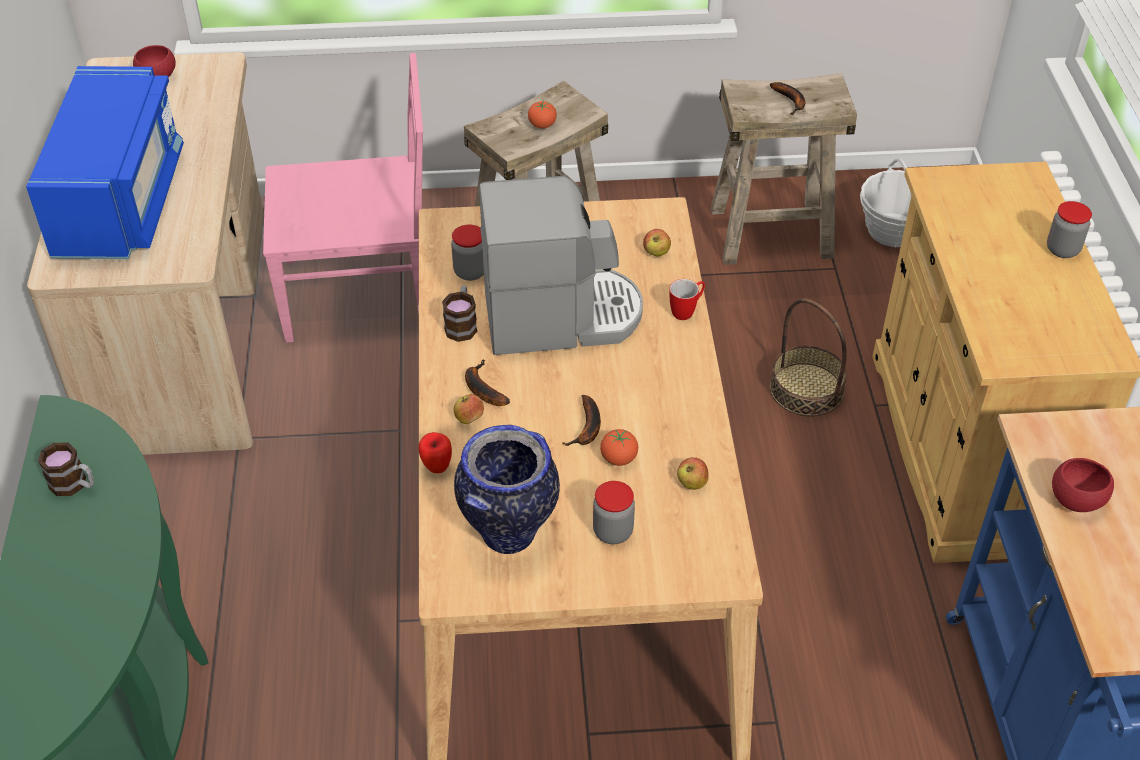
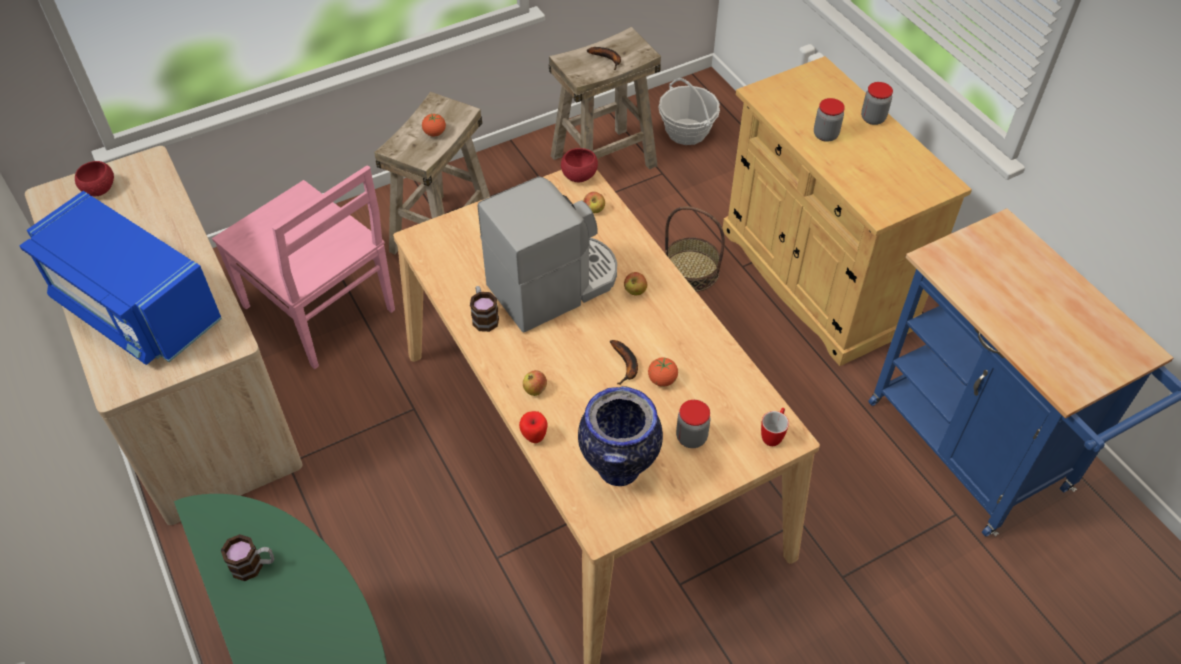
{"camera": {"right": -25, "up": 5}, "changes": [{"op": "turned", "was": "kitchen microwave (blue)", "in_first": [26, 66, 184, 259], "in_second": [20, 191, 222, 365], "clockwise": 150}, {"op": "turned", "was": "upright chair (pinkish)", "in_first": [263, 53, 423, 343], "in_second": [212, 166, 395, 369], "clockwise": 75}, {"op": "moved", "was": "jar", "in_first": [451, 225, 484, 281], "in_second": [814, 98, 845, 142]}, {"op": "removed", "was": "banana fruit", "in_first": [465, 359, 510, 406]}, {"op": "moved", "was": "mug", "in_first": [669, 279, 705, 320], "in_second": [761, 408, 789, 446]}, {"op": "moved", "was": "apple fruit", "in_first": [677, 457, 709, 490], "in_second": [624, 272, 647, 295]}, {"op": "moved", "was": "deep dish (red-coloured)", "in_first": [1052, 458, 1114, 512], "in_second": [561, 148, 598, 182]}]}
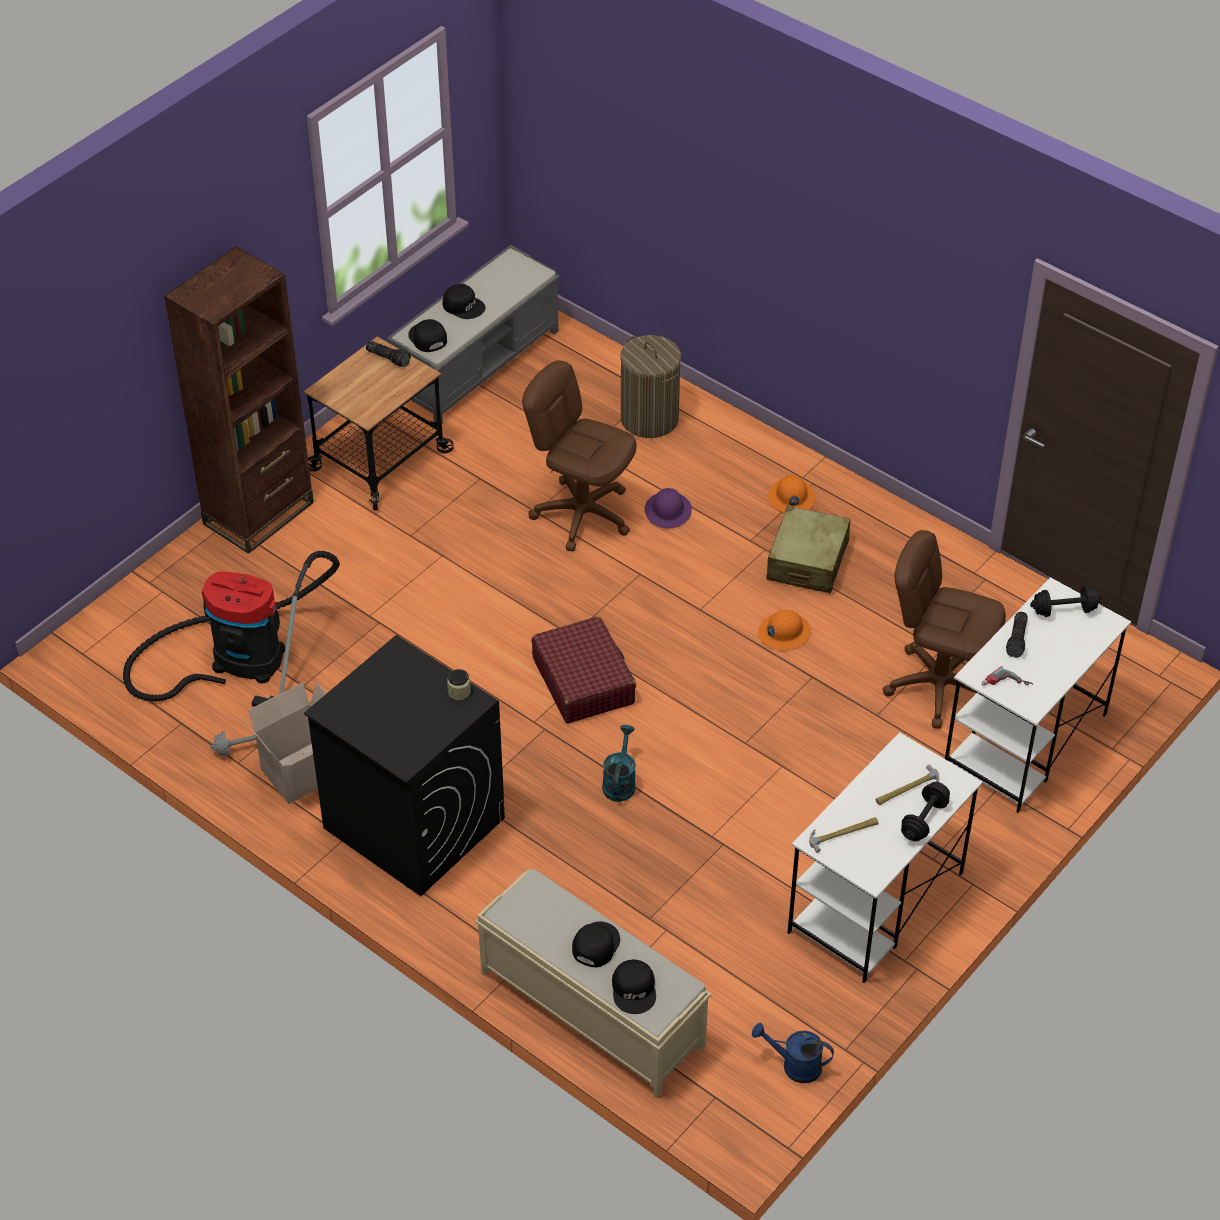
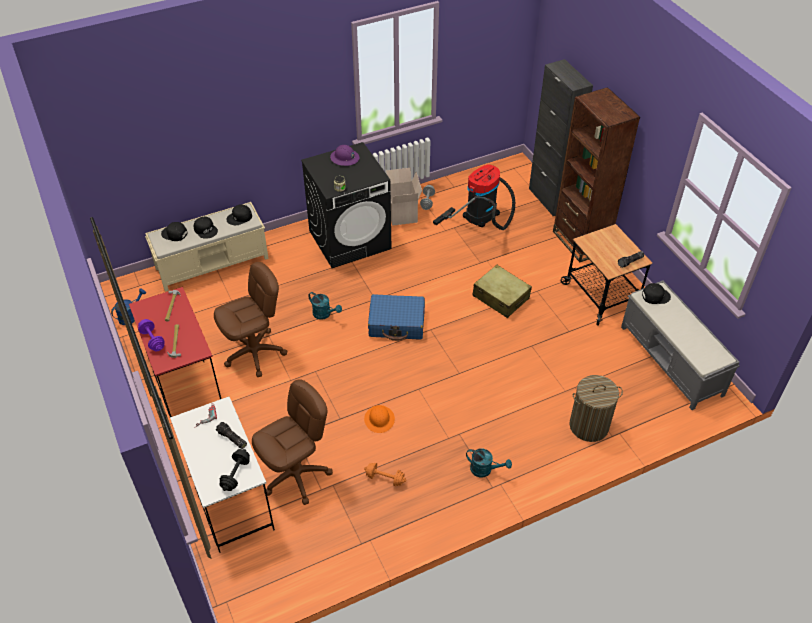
{"camera": {"right": 115, "up": 0}, "changes": [{"op": "moved", "was": "baseball cap (blackish)", "in_first": [443, 284, 486, 319], "in_second": [226, 204, 252, 225]}, {"op": "moved", "was": "desk chair (brown-coloured)", "in_first": [522, 361, 637, 551], "in_second": [214, 262, 287, 377]}, {"op": "recoloured", "was": "suitcase (red-coloured)", "now": "suitcase (blue)", "in_first": [531, 616, 636, 724], "in_second": [368, 294, 425, 341]}, {"op": "moved", "was": "safety helmet (purple)", "in_first": [645, 488, 692, 528], "in_second": [330, 145, 359, 166]}, {"op": "moved", "was": "suitcase (beige-coloured)", "in_first": [767, 506, 850, 593], "in_second": [472, 265, 532, 318]}, {"op": "replaced", "was": "safety helmet (orange)", "now": "watering pot (blue-green)", "in_first": [768, 475, 815, 513], "in_second": [466, 449, 512, 477]}, {"op": "recoloured", "was": "desk unit (white)", "now": "desk unit (red-coloured)", "in_first": [788, 732, 982, 983], "in_second": [129, 287, 221, 417]}, {"op": "recoloured", "was": "dumbbell (blackish)", "now": "dumbbell (purple)", "in_first": [901, 782, 950, 842], "in_second": [138, 319, 164, 351]}, {"op": "added", "now": "dumbbell (orange)", "in_second": [364, 463, 406, 486]}, {"op": "added", "now": "cupboard (blackish)", "in_second": [529, 59, 593, 216]}]}
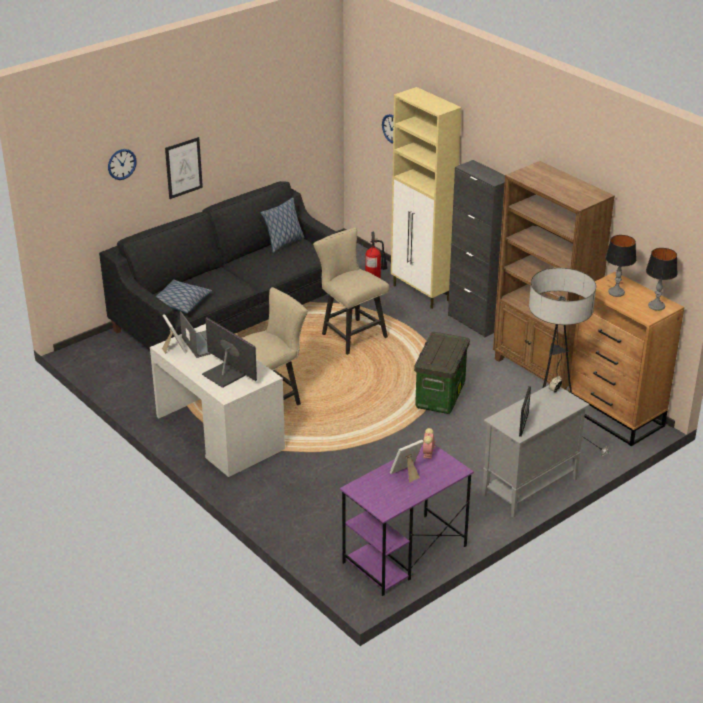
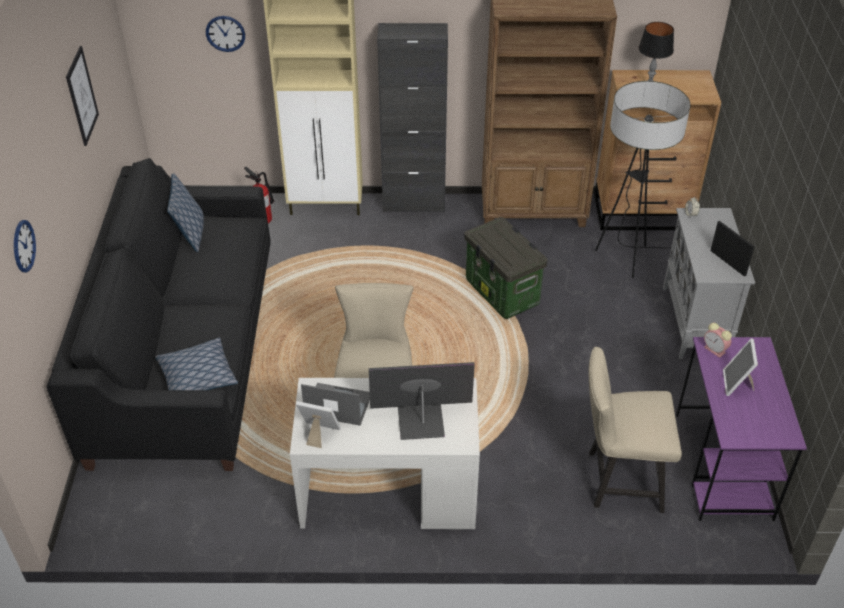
{"camera": {"right": -50, "up": 10}, "changes": [{"op": "moved", "was": "wall picture", "in_first": [165, 137, 203, 199], "in_second": [66, 46, 99, 146]}, {"op": "moved", "was": "upright chair (beige-coloured)", "in_first": [313, 227, 389, 355], "in_second": [588, 347, 682, 513]}, {"op": "removed", "was": "table lamp", "in_first": [646, 248, 678, 311]}]}
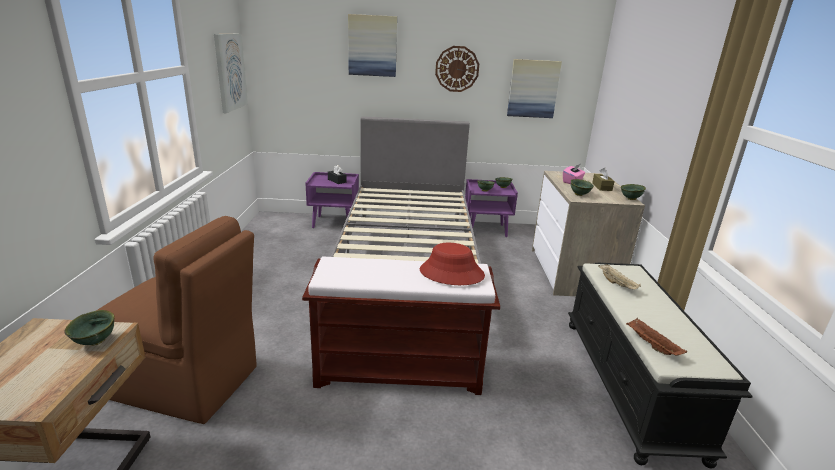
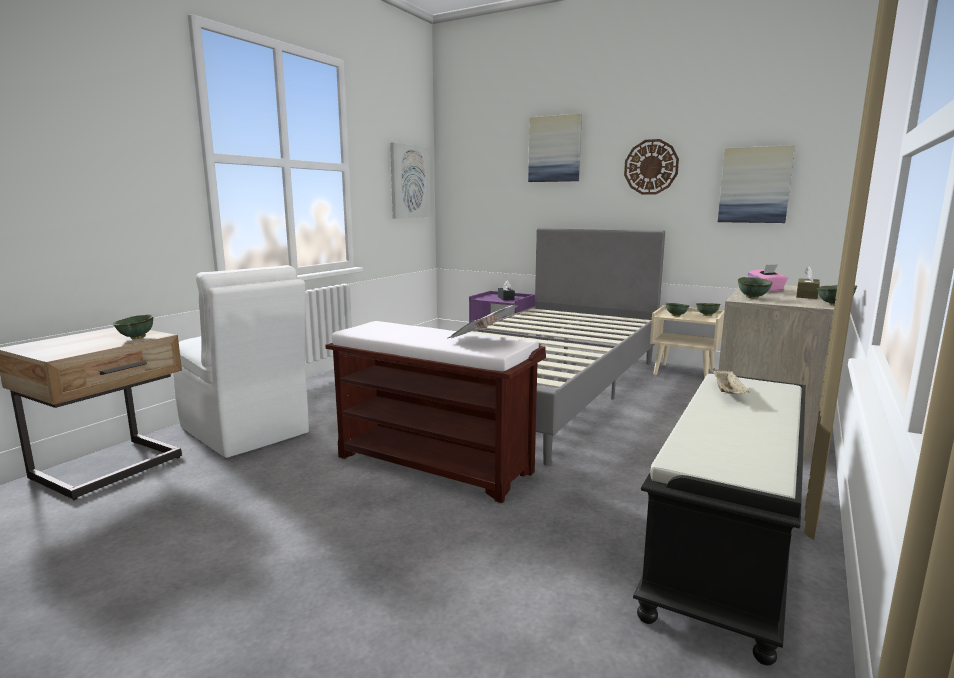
{"camera": {"right": 30, "up": -10}, "changes": [{"op": "recoloured", "was": "upright chair (brown-coloured)", "now": "upright chair (white)", "in_first": [96, 216, 257, 424], "in_second": [173, 265, 309, 458]}, {"op": "replaced", "was": "clothing hat (red-coloured)", "now": "daily paper", "in_first": [420, 243, 485, 285], "in_second": [447, 304, 517, 339]}, {"op": "recoloured", "was": "bedside table (purple)", "now": "bedside table (beige-coloured)", "in_first": [465, 179, 518, 237], "in_second": [650, 305, 725, 378]}, {"op": "removed", "was": "serving tray (brown-coloured)", "in_first": [626, 318, 687, 356]}]}
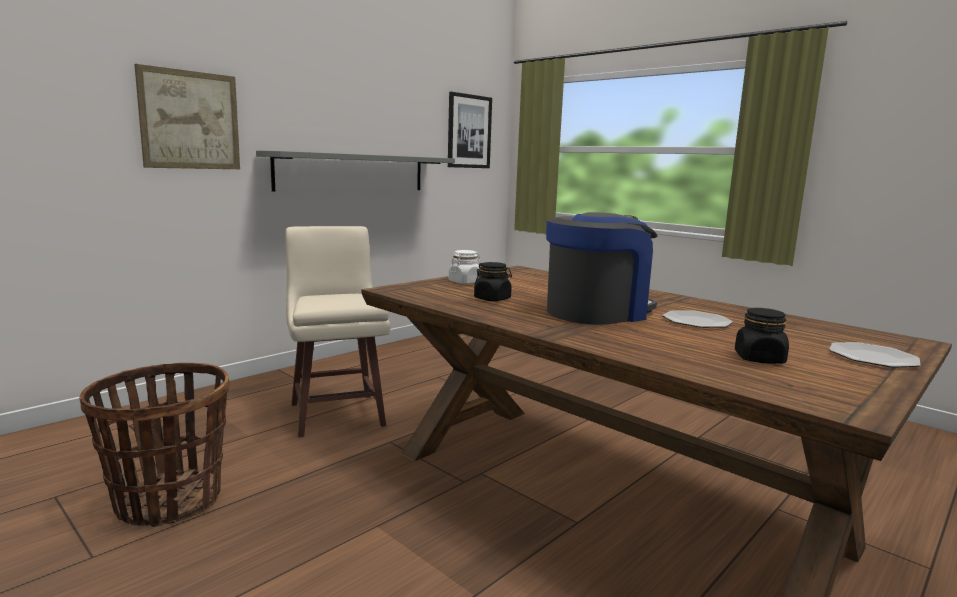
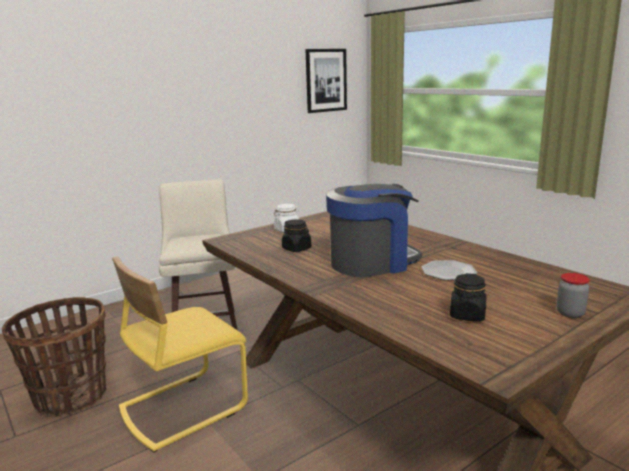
{"camera": {"right": 10, "up": 5}, "changes": [{"op": "removed", "was": "wall picture", "in_first": [134, 64, 240, 169]}, {"op": "removed", "was": "bracket shelf (greyish)", "in_first": [256, 150, 455, 192]}, {"op": "replaced", "was": "plate", "now": "jar", "in_first": [829, 342, 920, 368], "in_second": [556, 273, 590, 318]}, {"op": "added", "now": "upright chair (yellow-coloured)", "in_second": [112, 257, 248, 452]}]}
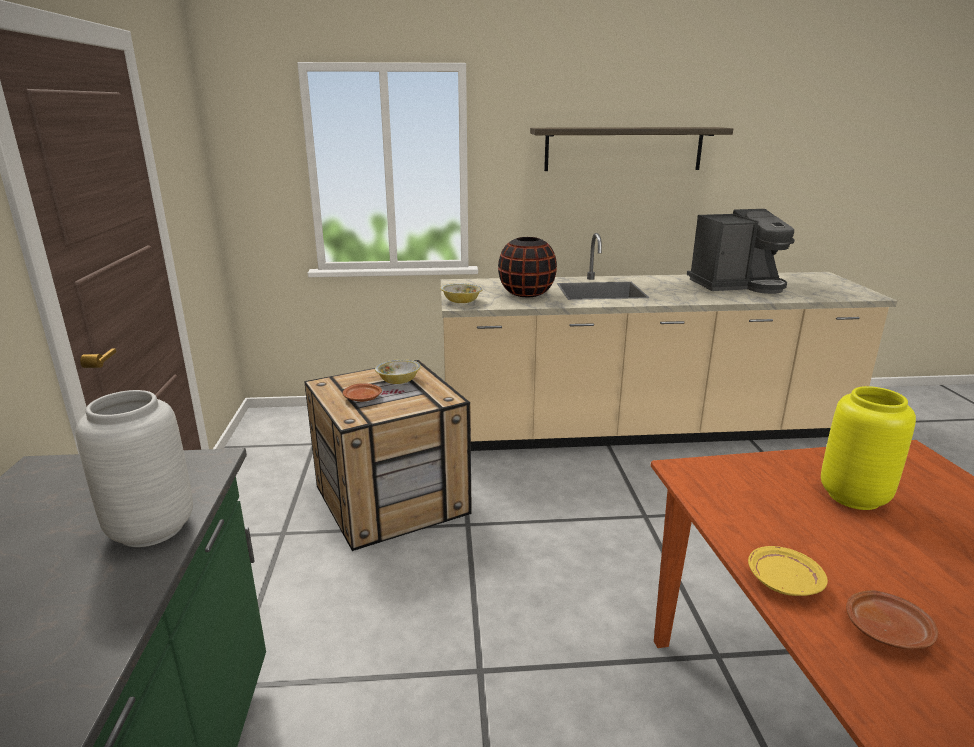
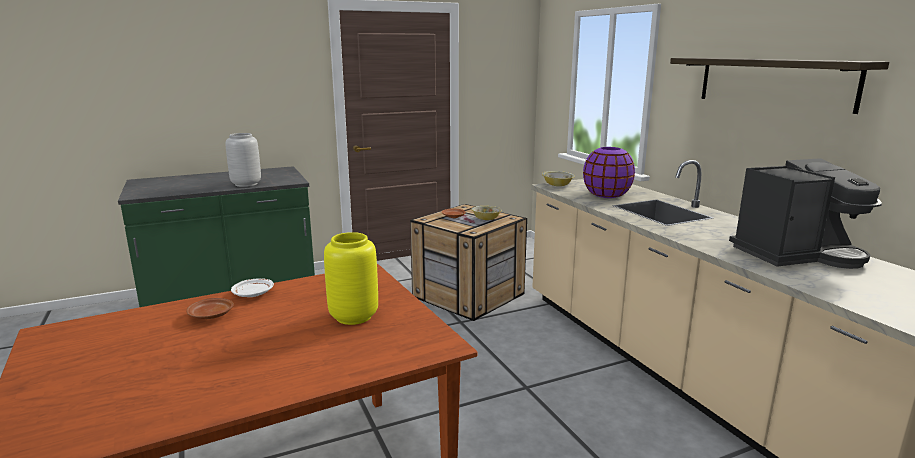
{"camera": {"right": 70, "up": -5}, "changes": [{"op": "recoloured", "was": "vase (blackish)", "now": "vase (purple)", "in_first": [498, 237, 557, 297], "in_second": [583, 147, 635, 198]}, {"op": "turned", "was": "coffee brewer", "in_first": [687, 209, 795, 294], "in_second": [729, 158, 882, 269], "clockwise": -75}, {"op": "recoloured", "was": "plate (yellow-coloured)", "now": "plate (white)", "in_first": [748, 546, 828, 596], "in_second": [231, 278, 274, 297]}]}
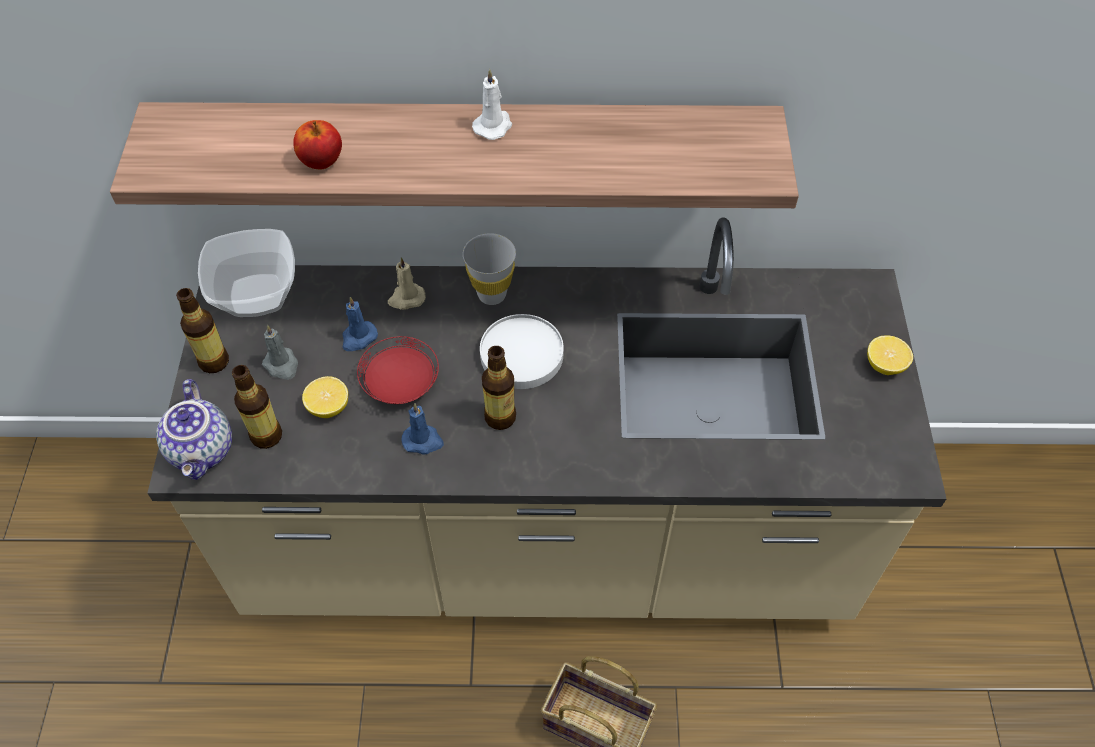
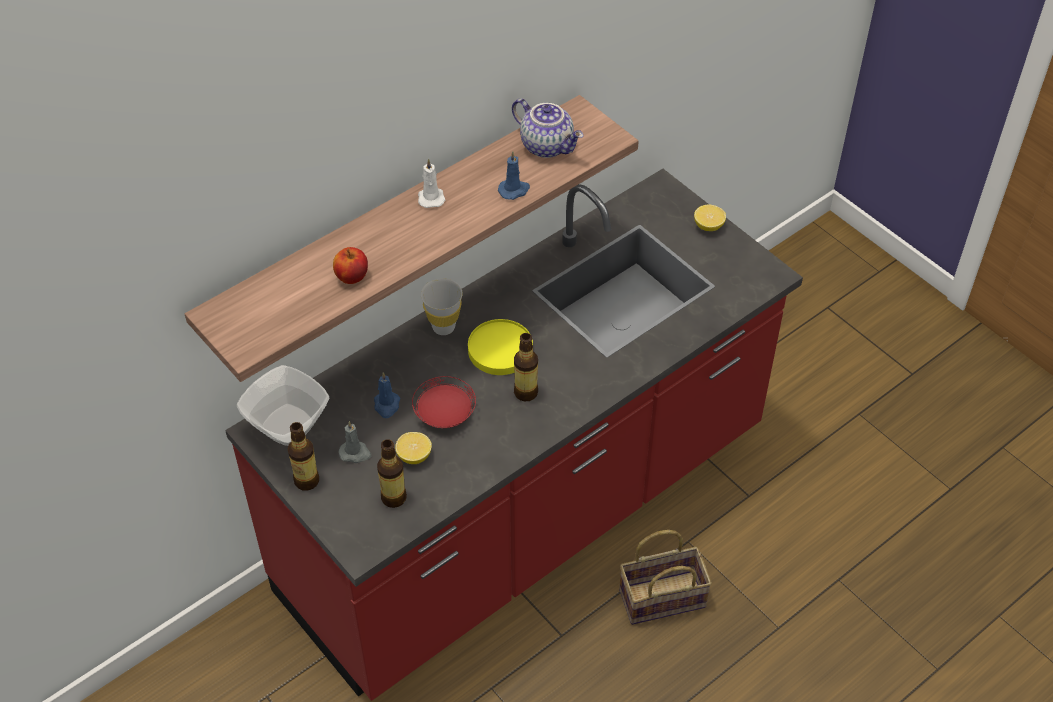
{"camera": {"right": -40, "up": -5}, "changes": [{"op": "recoloured", "was": "counter (beige-coloured)", "now": "counter (red-coloured)", "in_first": [147, 217, 946, 620], "in_second": [225, 169, 803, 701]}, {"op": "moved", "was": "teapot", "in_first": [156, 379, 232, 480], "in_second": [512, 98, 583, 158]}, {"op": "removed", "was": "wax light (beige-coloured)", "in_first": [388, 257, 426, 310]}, {"op": "moved", "was": "wax light (blue)", "in_first": [401, 403, 444, 455], "in_second": [498, 151, 530, 200]}, {"op": "recoloured", "was": "plate (white)", "now": "plate (yellow-coloured)", "in_first": [480, 314, 564, 389], "in_second": [468, 319, 533, 375]}]}
